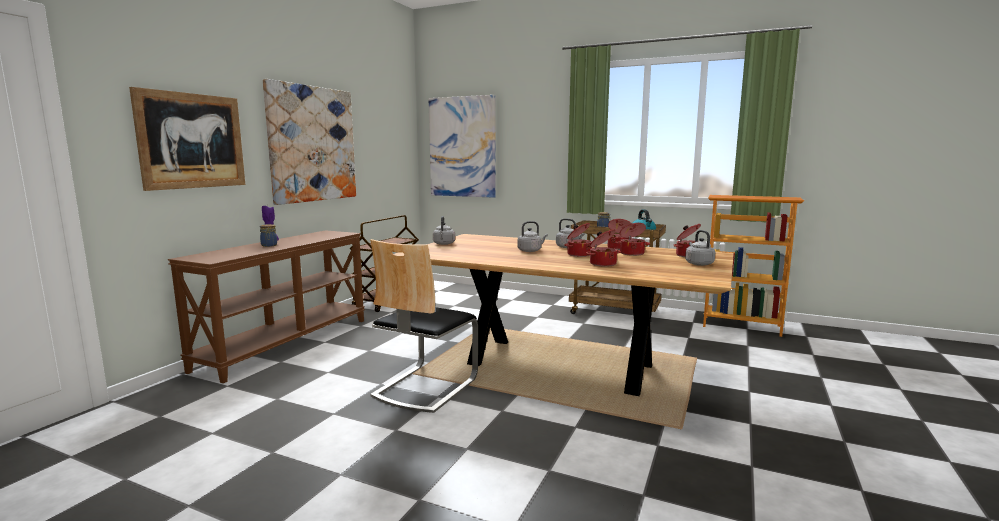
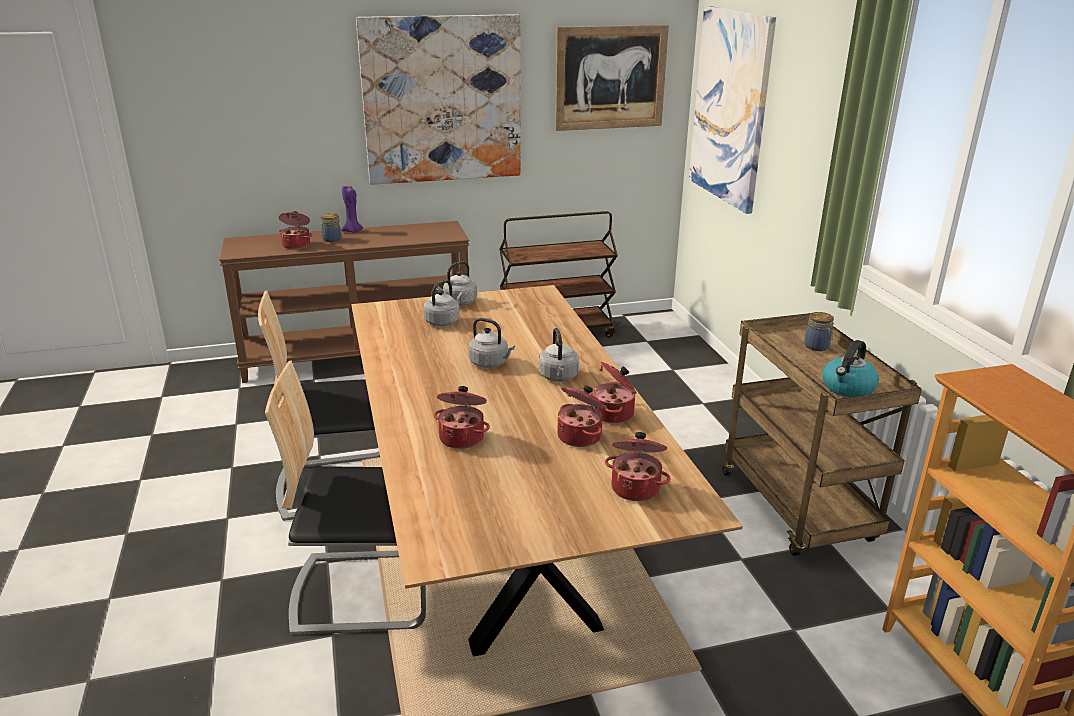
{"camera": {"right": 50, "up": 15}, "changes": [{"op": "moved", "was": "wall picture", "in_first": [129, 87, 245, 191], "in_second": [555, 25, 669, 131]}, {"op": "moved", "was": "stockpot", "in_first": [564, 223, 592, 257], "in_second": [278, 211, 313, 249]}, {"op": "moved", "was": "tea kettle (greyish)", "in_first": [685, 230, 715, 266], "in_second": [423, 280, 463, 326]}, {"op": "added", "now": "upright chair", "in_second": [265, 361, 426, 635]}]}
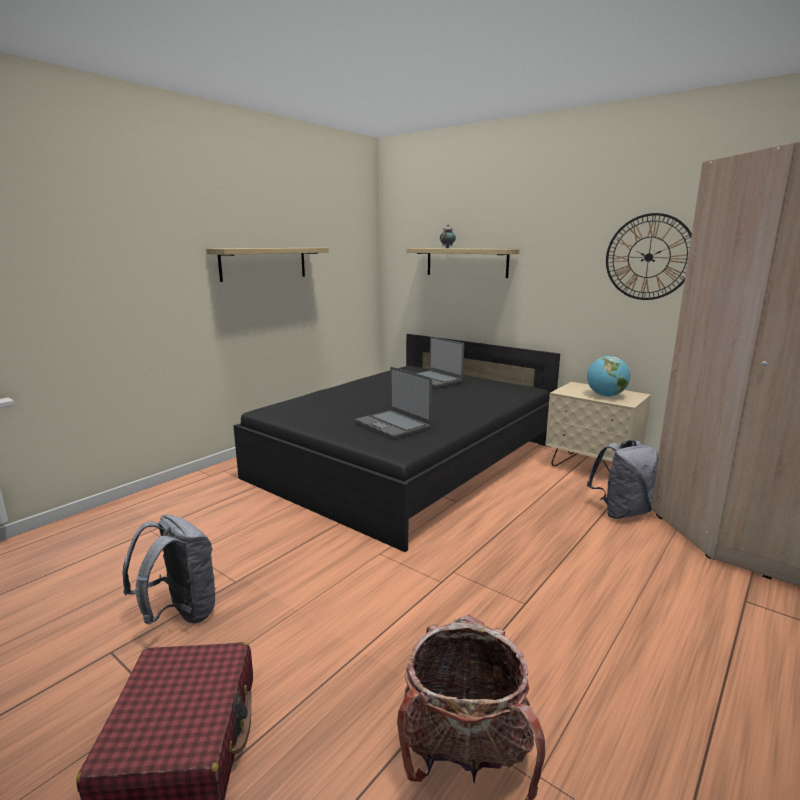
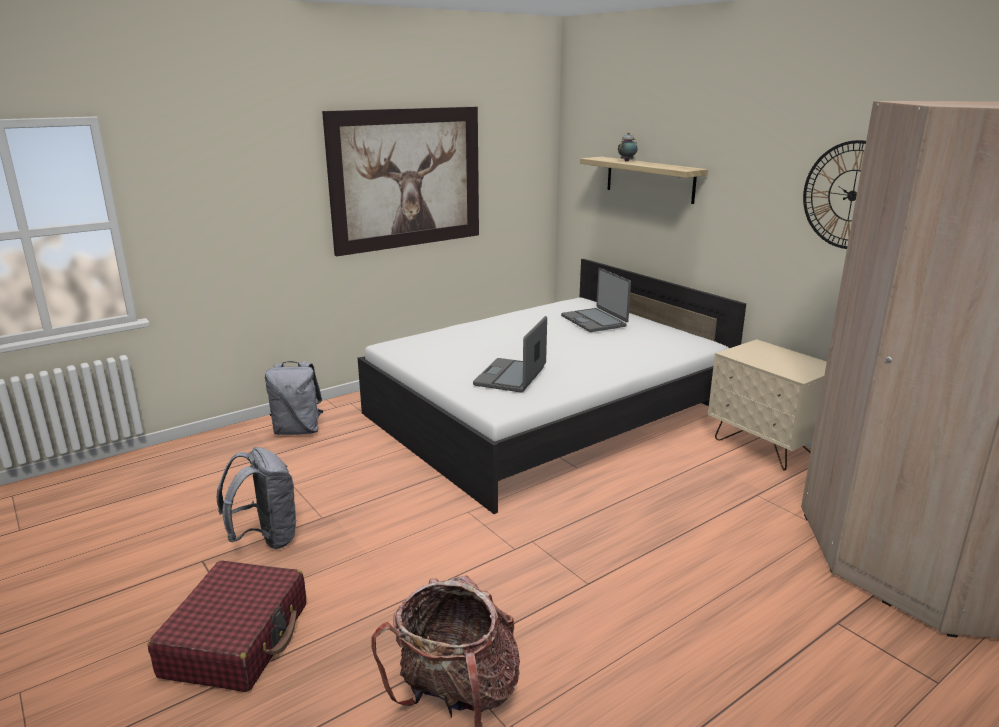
{"camera": {"right": 15, "up": 5}, "changes": [{"op": "replaced", "was": "bracket shelf", "now": "wall picture", "in_first": [206, 248, 329, 282], "in_second": [322, 107, 479, 256]}, {"op": "recoloured", "was": "bed (blackish)", "now": "bed (white)", "in_first": [233, 334, 560, 552], "in_second": [358, 259, 746, 514]}, {"op": "turned", "was": "portable computer", "in_first": [355, 367, 432, 439], "in_second": [473, 316, 547, 392], "clockwise": 45}, {"op": "removed", "was": "globe", "in_first": [587, 356, 630, 397]}, {"op": "moved", "was": "backpack (greyish)", "in_first": [587, 440, 658, 519], "in_second": [265, 361, 323, 435]}]}
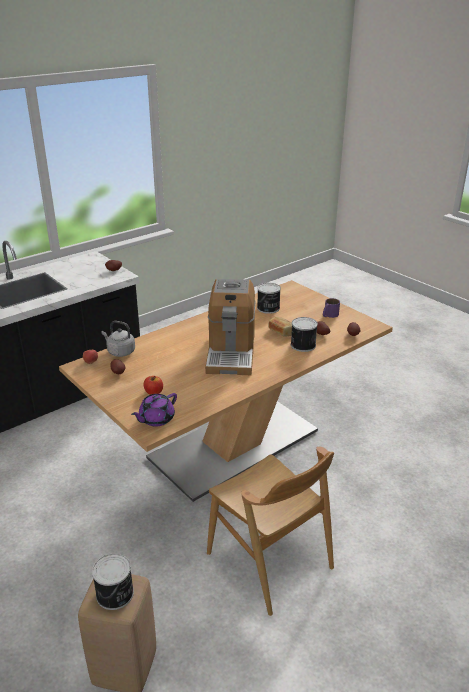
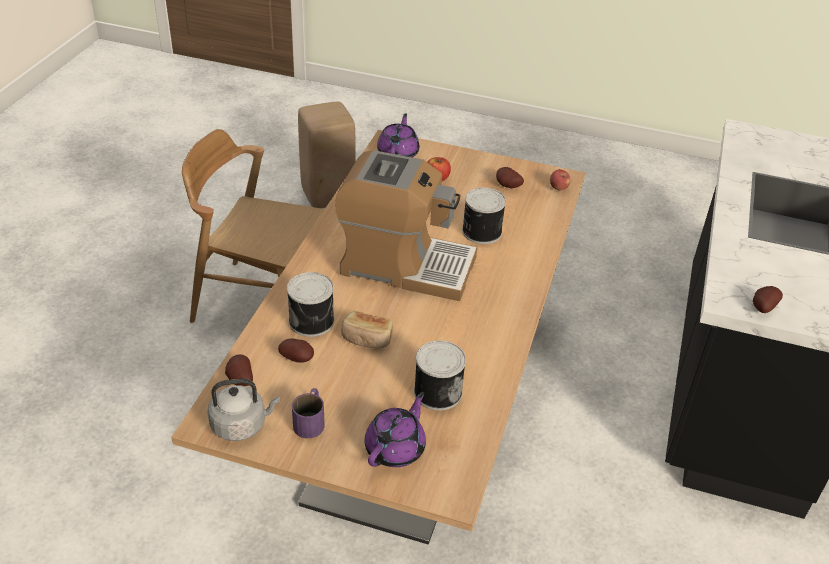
{"camera": {"right": 145, "up": 10}, "changes": [{"op": "moved", "was": "sealed can", "in_first": [92, 553, 134, 610], "in_second": [462, 187, 506, 244]}, {"op": "moved", "was": "tea kettle (greyish)", "in_first": [101, 321, 135, 357], "in_second": [207, 378, 280, 441]}, {"op": "turned", "was": "coffee brewer", "in_first": [205, 279, 255, 375], "in_second": [335, 150, 477, 301], "clockwise": 135}, {"op": "added", "now": "teapot (purple)", "in_second": [364, 392, 426, 467]}]}
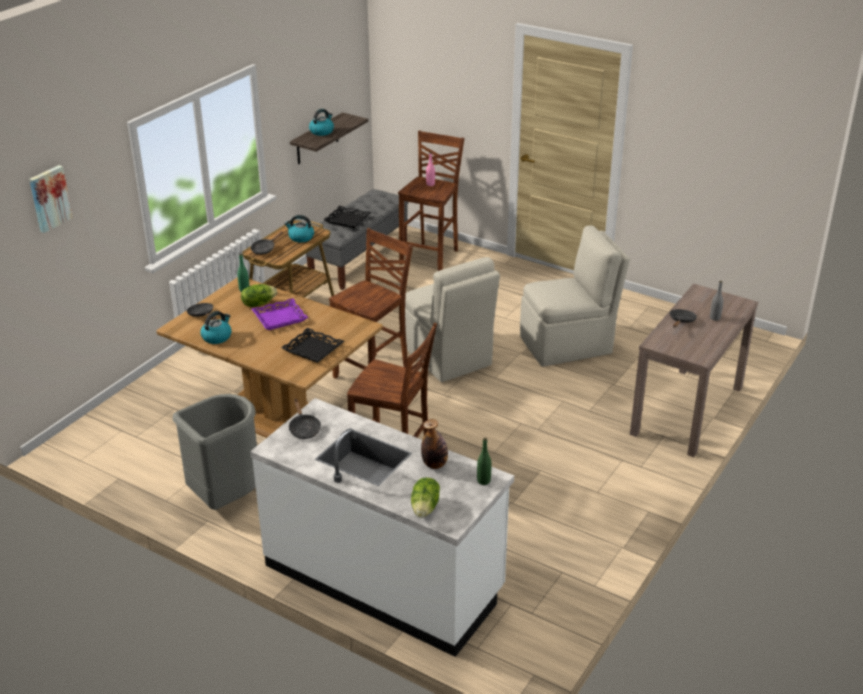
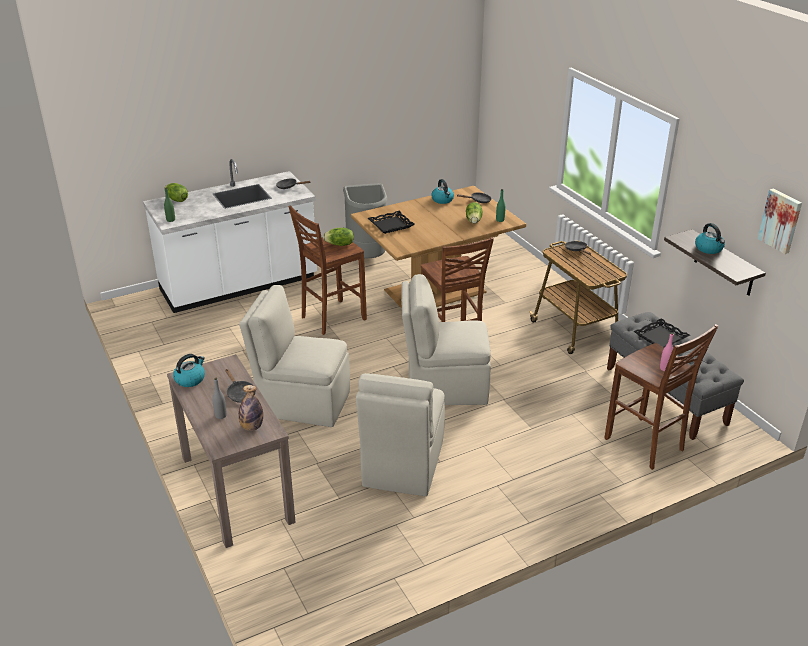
{"camera": {"right": 120, "up": 0}, "changes": [{"op": "moved", "was": "wall picture", "in_first": [29, 165, 73, 233], "in_second": [758, 189, 802, 254]}, {"op": "removed", "was": "serving tray (purple)", "in_first": [252, 298, 308, 330]}, {"op": "moved", "was": "tea kettle", "in_first": [284, 215, 314, 243], "in_second": [173, 354, 205, 387]}, {"op": "moved", "was": "beverage bottle", "in_first": [421, 419, 448, 469], "in_second": [239, 385, 263, 431]}, {"op": "added", "now": "upright chair (beige-coloured)", "in_second": [239, 285, 350, 427]}, {"op": "added", "now": "head of lettuce", "in_second": [323, 228, 354, 246]}]}
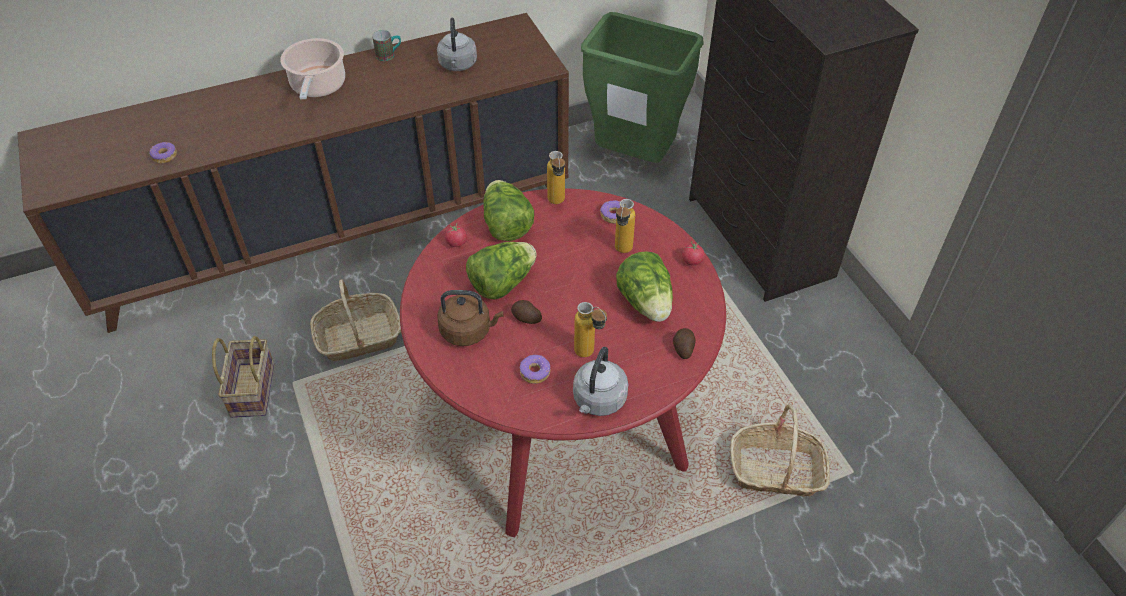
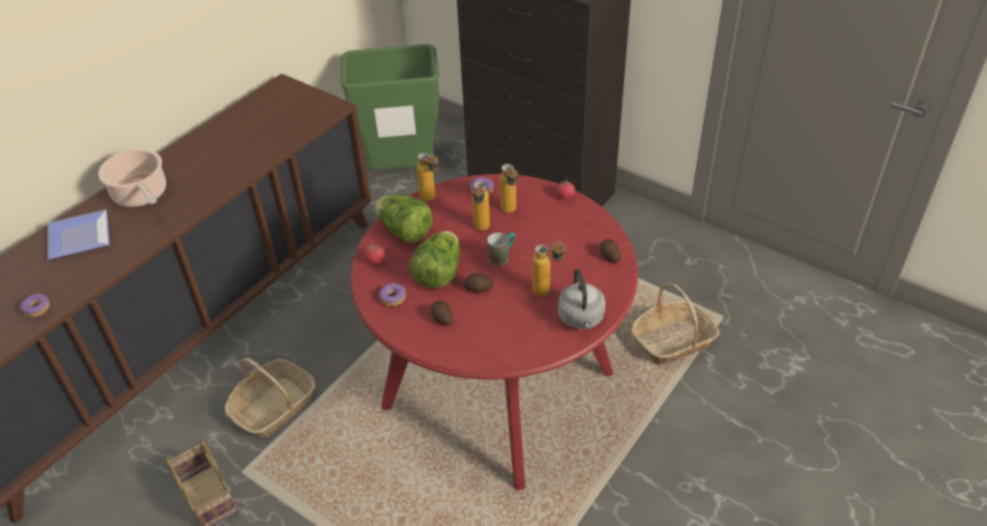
{"camera": {"right": -30, "up": -5}, "changes": [{"op": "moved", "was": "mug", "in_first": [372, 30, 401, 61], "in_second": [487, 233, 515, 266]}, {"op": "removed", "was": "tea kettle (greyish)", "in_first": [437, 18, 477, 71]}, {"op": "replaced", "was": "tea kettle (brown-coloured)", "now": "whole potato", "in_first": [437, 290, 503, 346], "in_second": [431, 301, 453, 326]}, {"op": "moved", "was": "donut", "in_first": [520, 355, 551, 384], "in_second": [379, 283, 406, 306]}, {"op": "removed", "was": "head of lettuce", "in_first": [616, 252, 673, 322]}, {"op": "added", "now": "plate", "in_second": [48, 209, 109, 260]}, {"op": "added", "now": "beverage bottle", "in_second": [472, 181, 490, 231]}]}
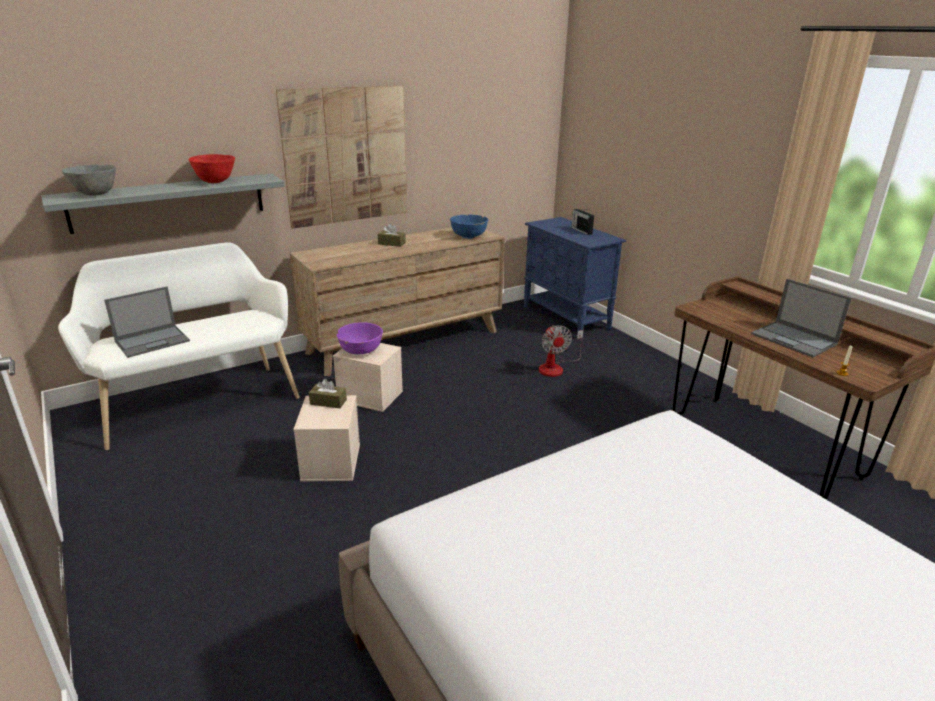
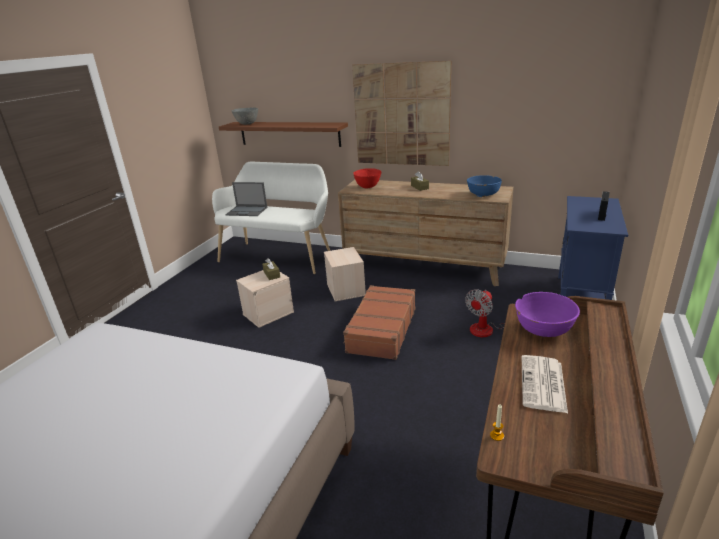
{"camera": {"right": 55, "up": 0}, "changes": [{"op": "recoloured", "was": "bracket shelf (greyish)", "now": "bracket shelf (brown-coloured)", "in_first": [42, 174, 285, 234], "in_second": [219, 122, 348, 147]}, {"op": "moved", "was": "deep dish (red-coloured)", "in_first": [189, 154, 235, 183], "in_second": [353, 168, 381, 188]}, {"op": "moved", "was": "deep dish (purple)", "in_first": [337, 322, 383, 354], "in_second": [515, 292, 580, 337]}, {"op": "replaced", "was": "portable computer", "now": "daily paper", "in_first": [751, 279, 851, 357], "in_second": [522, 355, 568, 413]}, {"op": "added", "now": "suitcase (brown-coloured)", "in_second": [343, 285, 416, 360]}]}
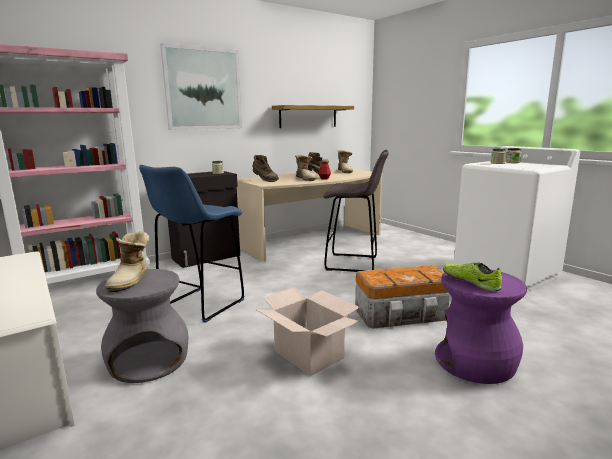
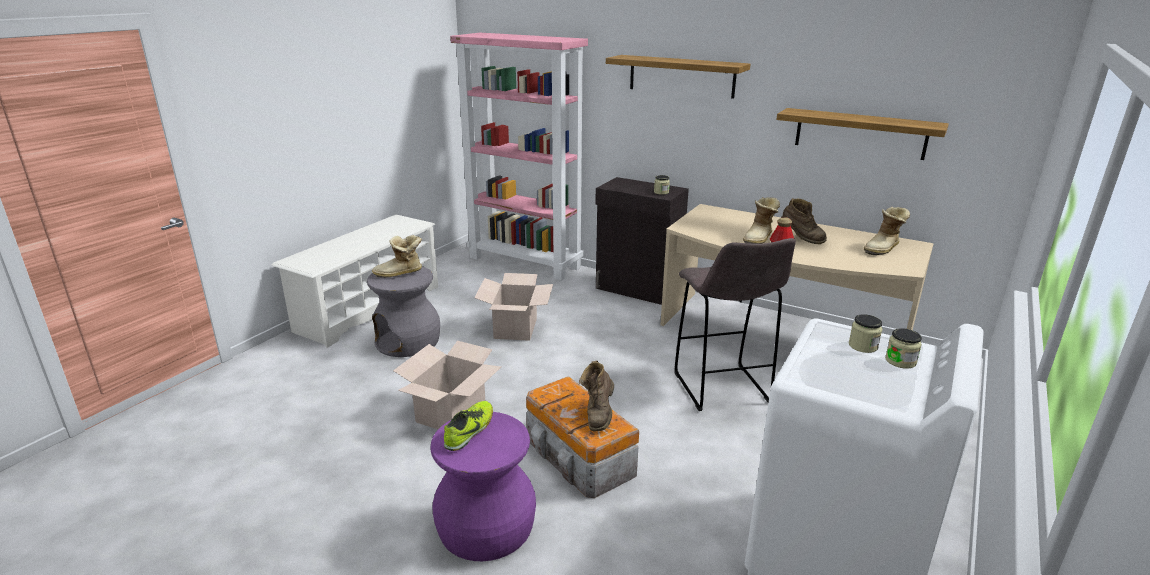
{"camera": {"right": 65, "up": 10}, "changes": [{"op": "replaced", "was": "stool (blue)", "now": "carton", "in_first": [139, 165, 244, 323], "in_second": [474, 273, 553, 341]}, {"op": "replaced", "was": "wall picture", "now": "bracket shelf", "in_first": [160, 43, 242, 130], "in_second": [606, 55, 750, 99]}, {"op": "moved", "was": "high-top boot (brown-coloured)", "in_first": [253, 155, 279, 182], "in_second": [579, 360, 614, 431]}]}
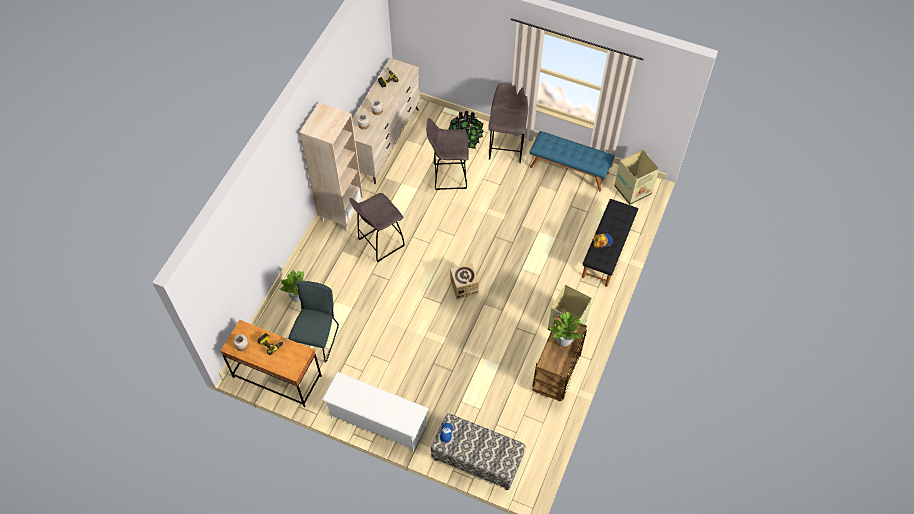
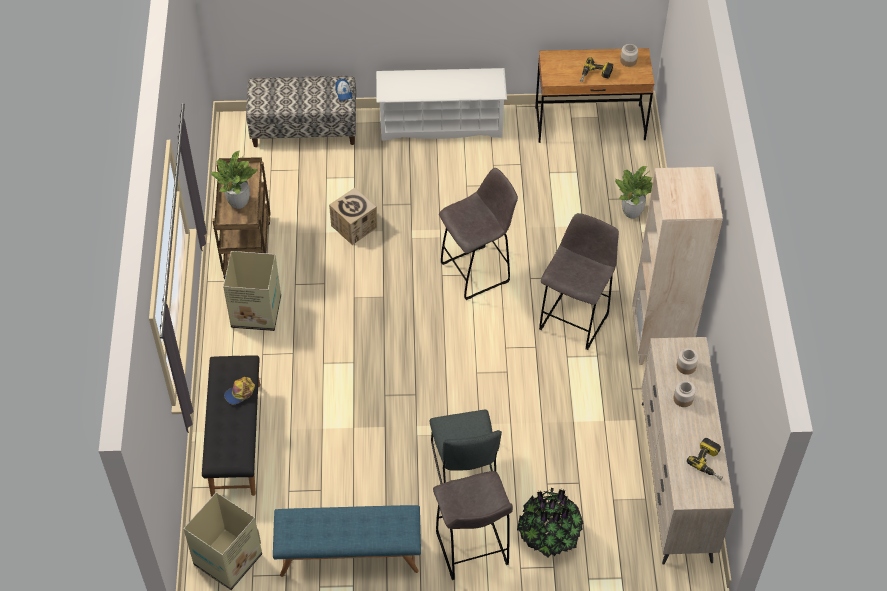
{"camera": {"right": 155, "up": -5}, "changes": [{"op": "moved", "was": "upright chair (greyish)", "in_first": [288, 281, 339, 363], "in_second": [430, 410, 502, 484]}, {"op": "moved", "was": "stool (greyish)", "in_first": [426, 118, 469, 190], "in_second": [439, 168, 518, 300]}, {"op": "moved", "was": "carton", "in_first": [450, 263, 479, 299], "in_second": [329, 188, 377, 245]}]}
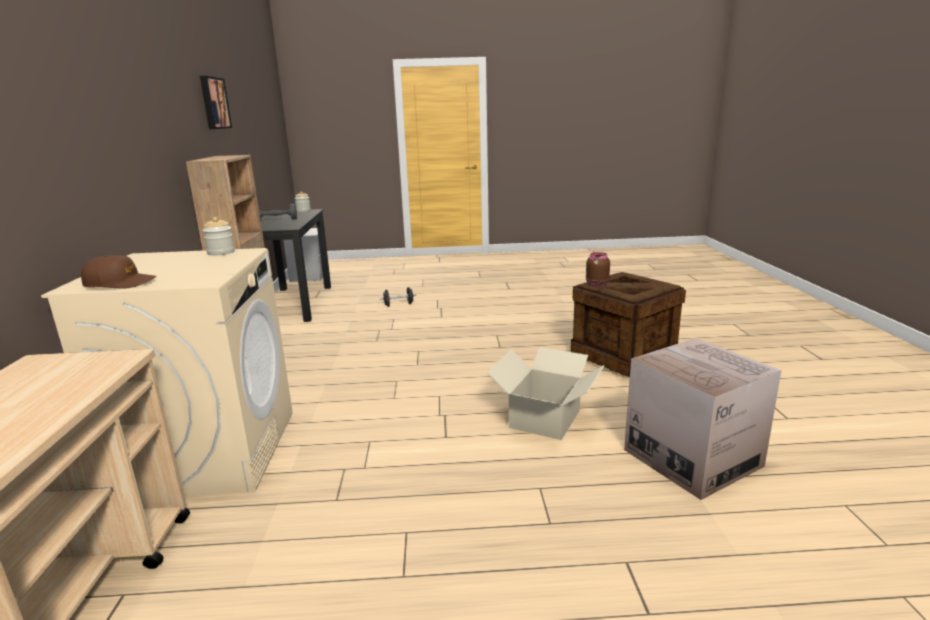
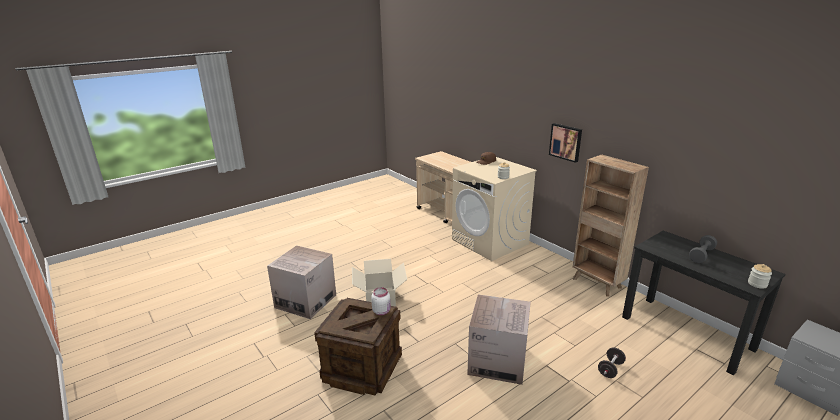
{"camera": {"right": 145, "up": 5}, "changes": [{"op": "moved", "was": "wall picture", "in_first": [200, 76, 232, 129], "in_second": [549, 123, 582, 163]}, {"op": "recoloured", "was": "jar (brown-coloured)", "now": "jar (white)", "in_first": [586, 252, 610, 286], "in_second": [371, 287, 391, 315]}, {"op": "added", "now": "carton", "in_second": [467, 294, 531, 385]}]}
